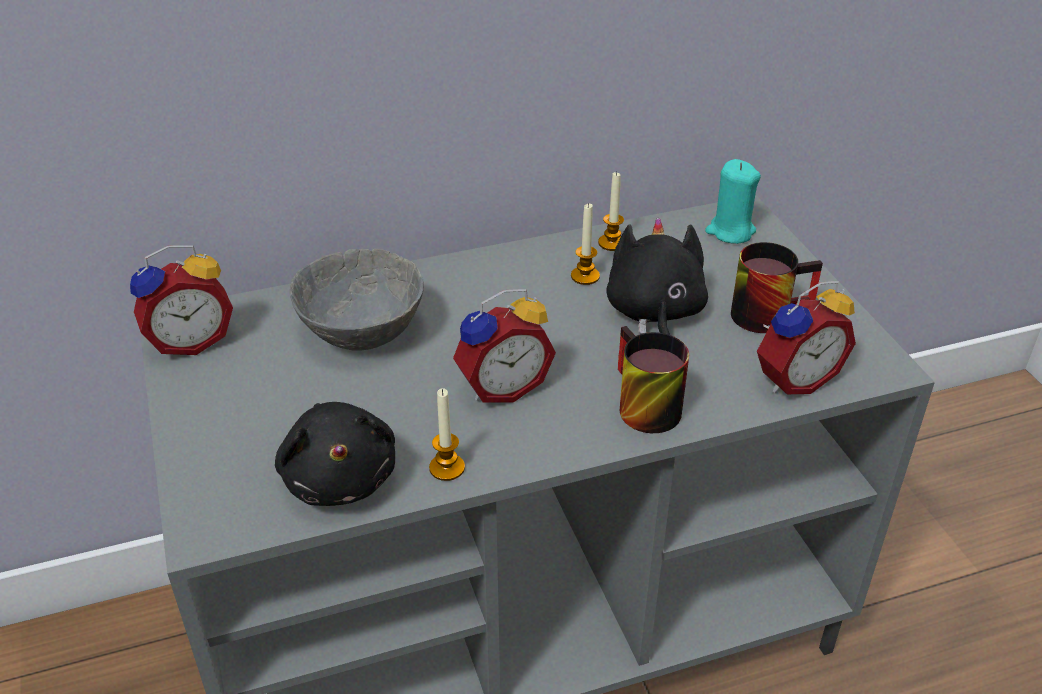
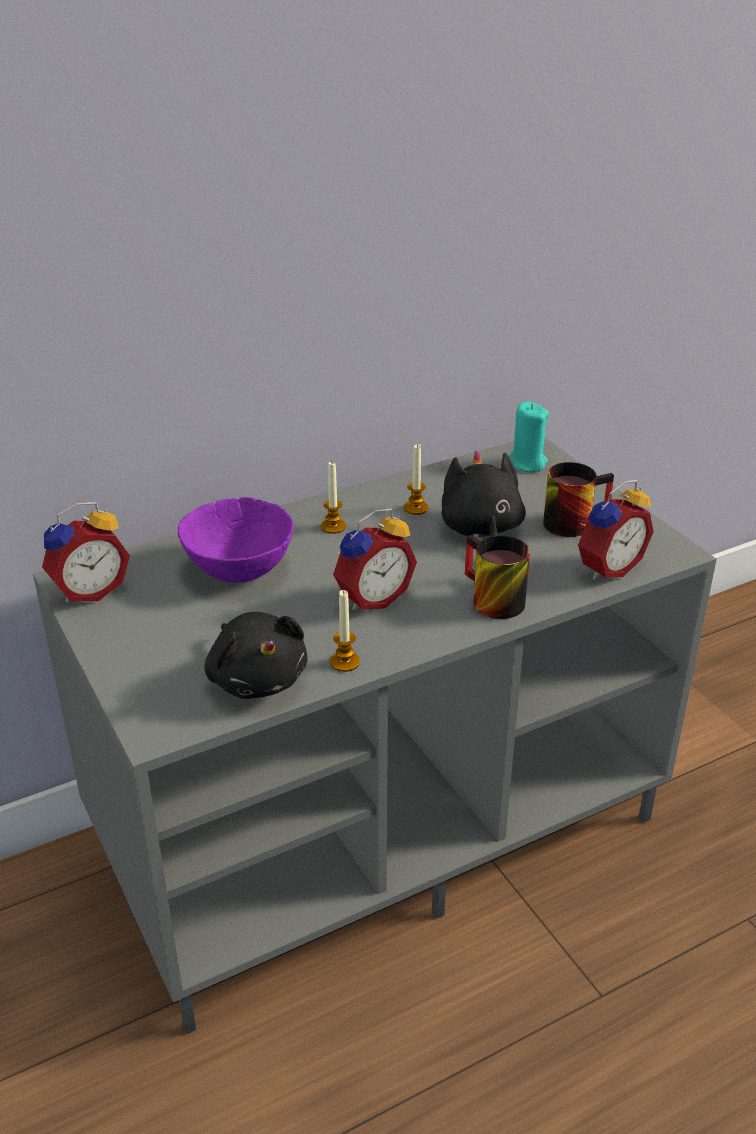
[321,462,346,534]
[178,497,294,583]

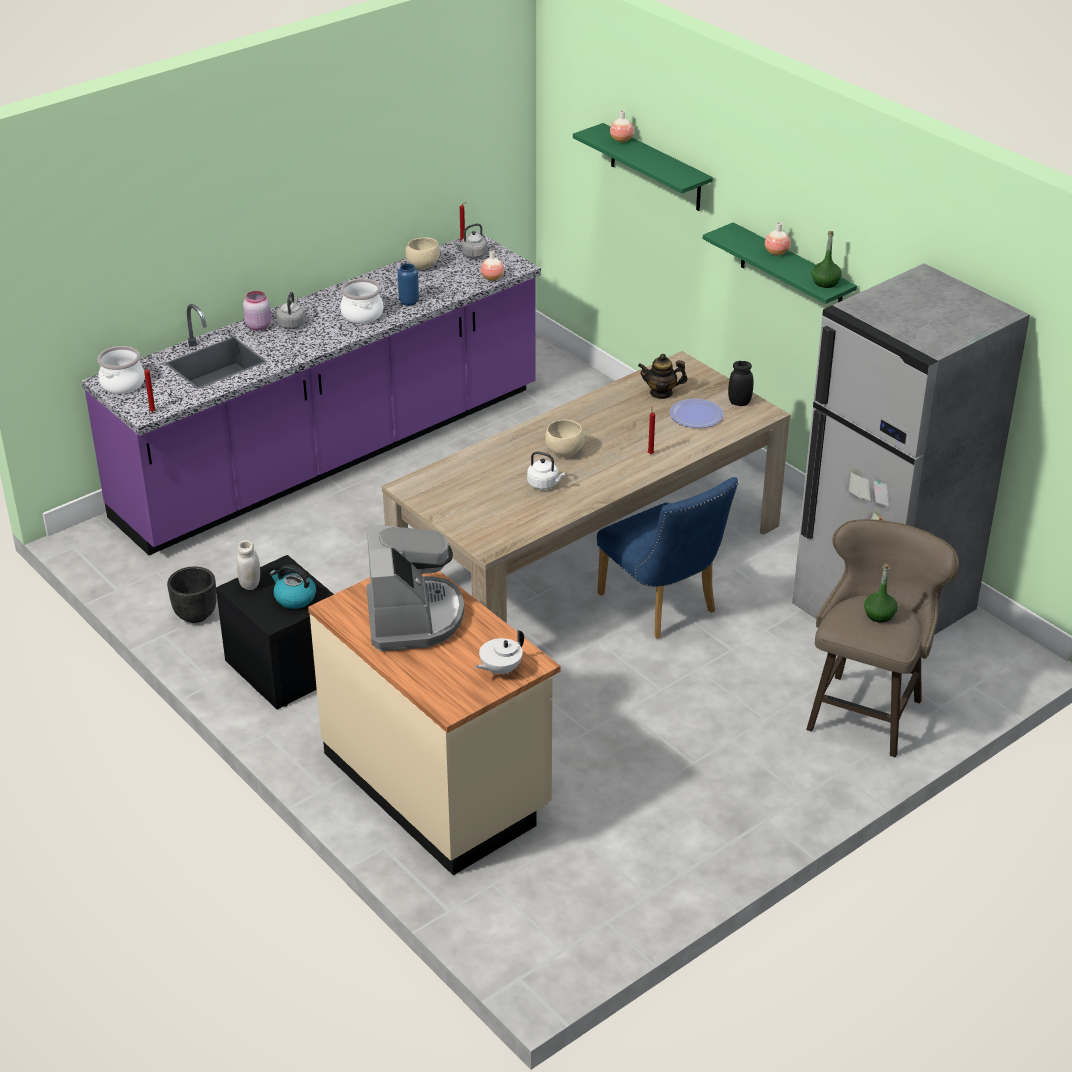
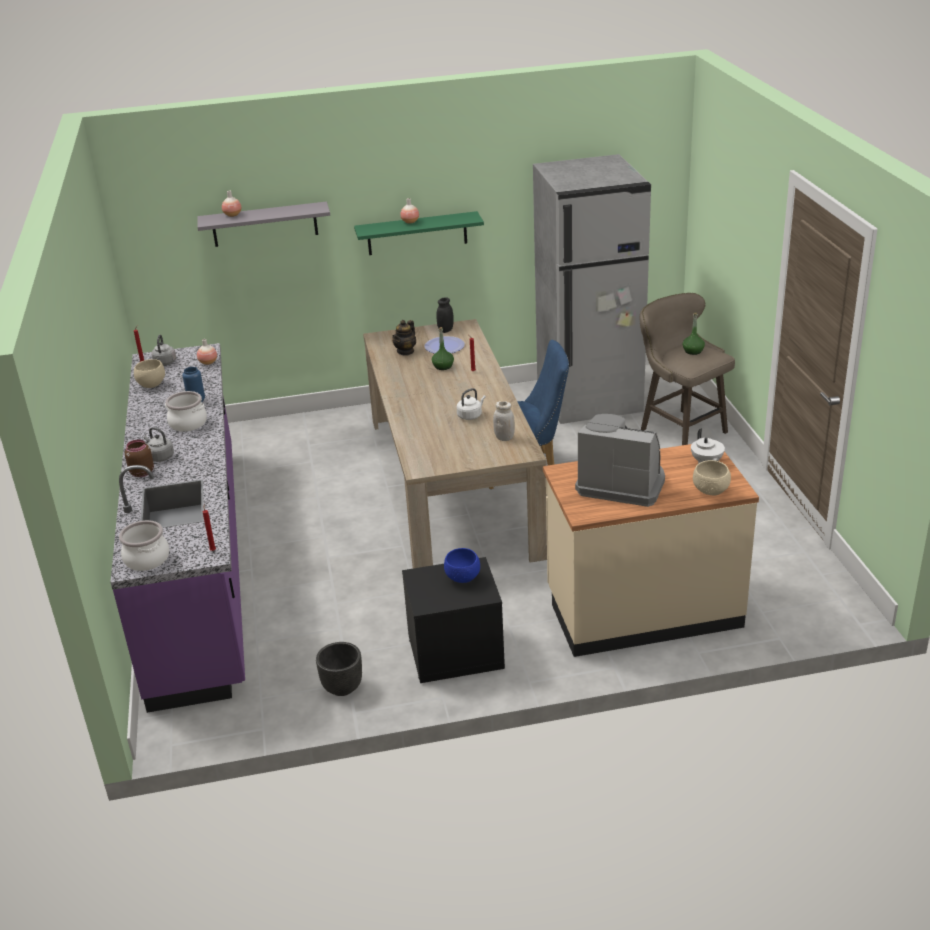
[197,201,330,247]
[432,327,454,370]
[125,439,154,477]
[693,460,731,495]
[493,401,515,441]
[444,548,480,583]

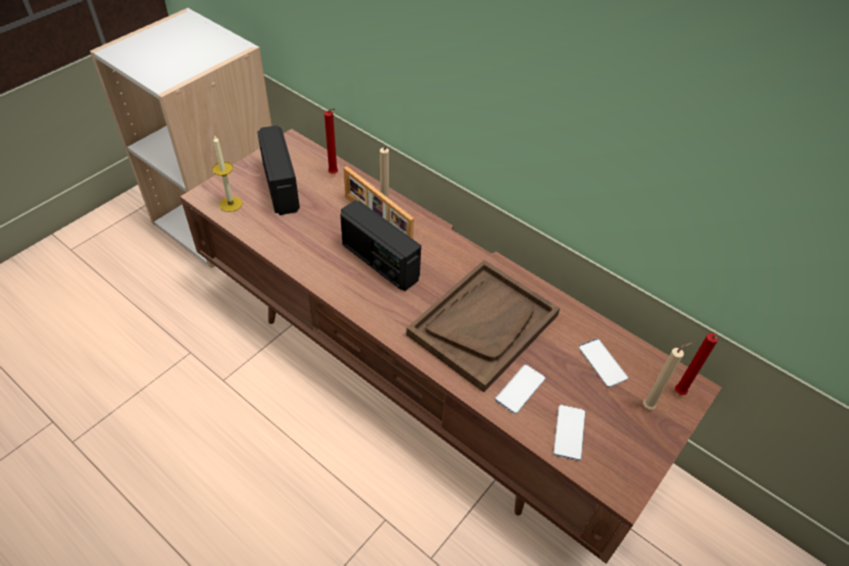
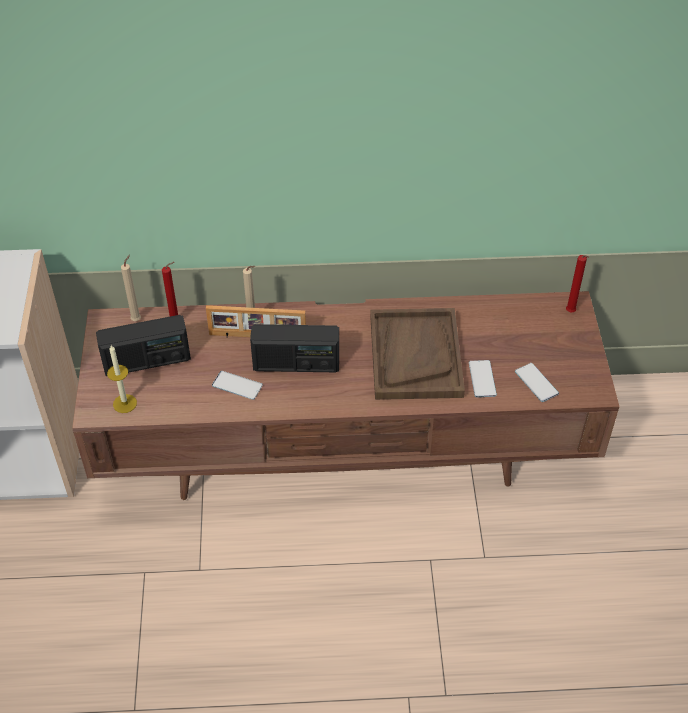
[96,315,191,376]
[212,371,263,400]
[121,255,141,321]

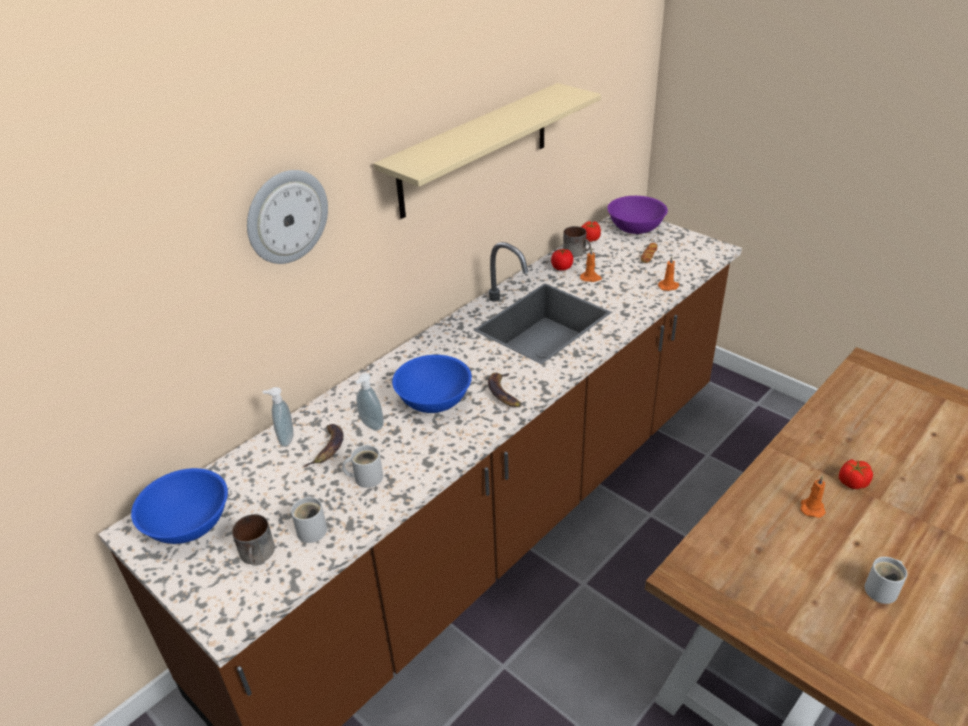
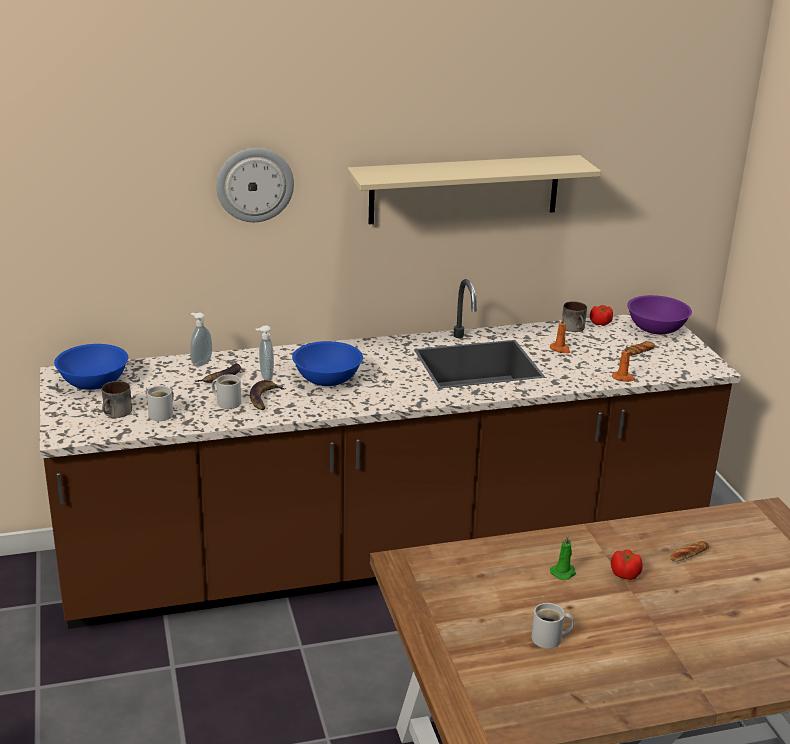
[551,249,573,271] (first image)
[250,380,286,410]
[550,535,576,580]
[670,541,709,562]

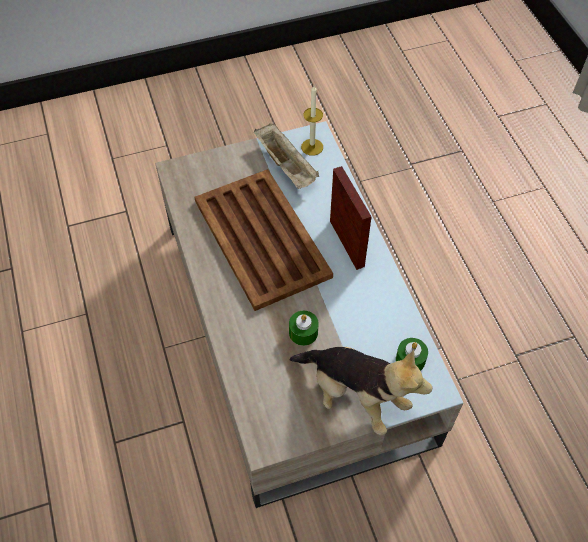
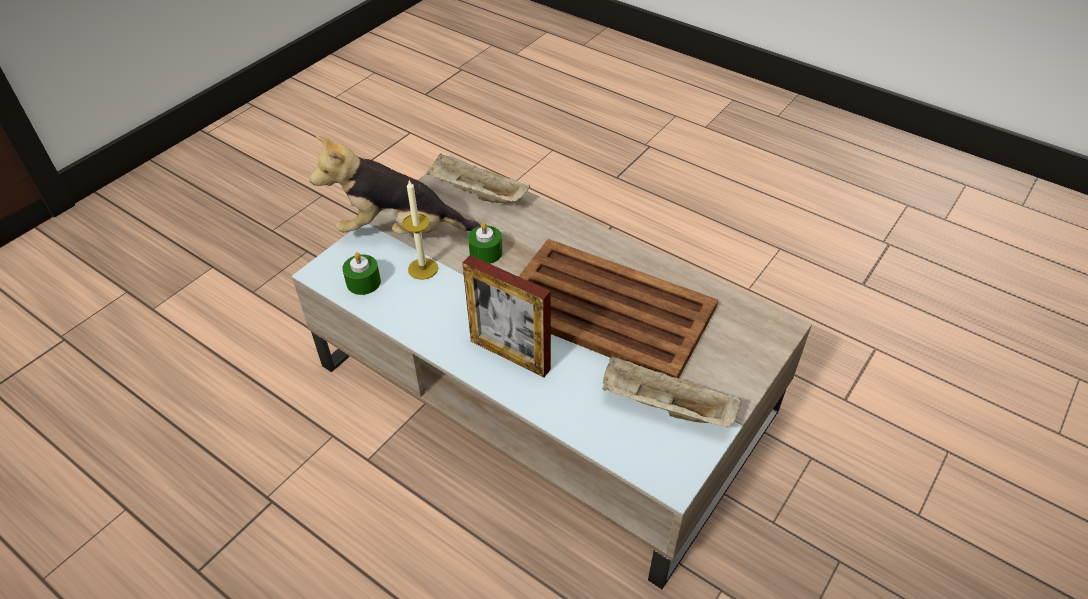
[402,180,438,280]
[426,153,530,203]

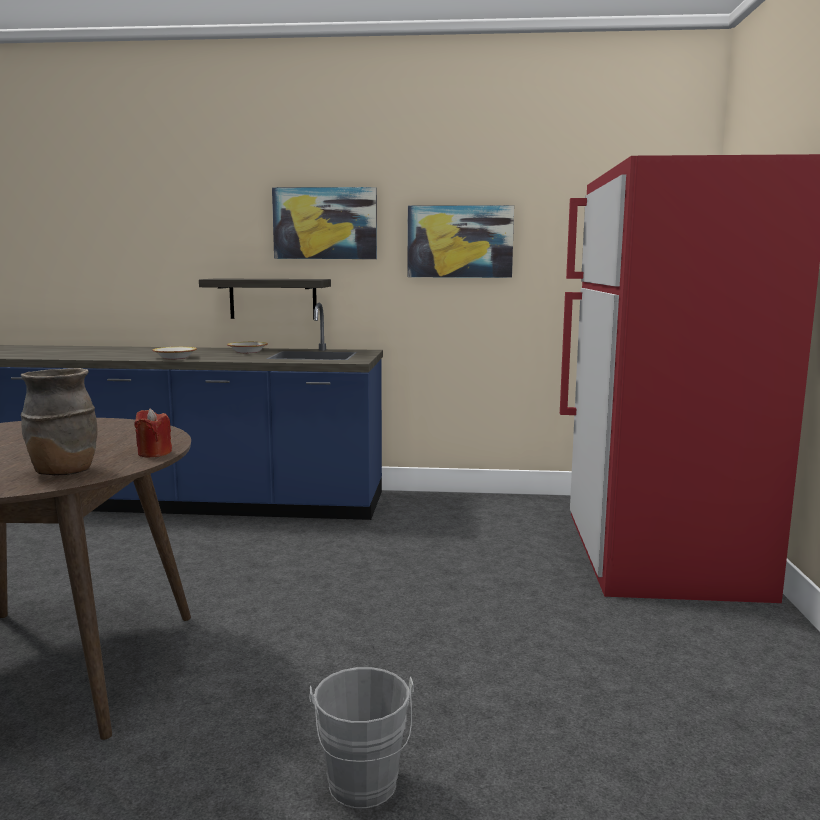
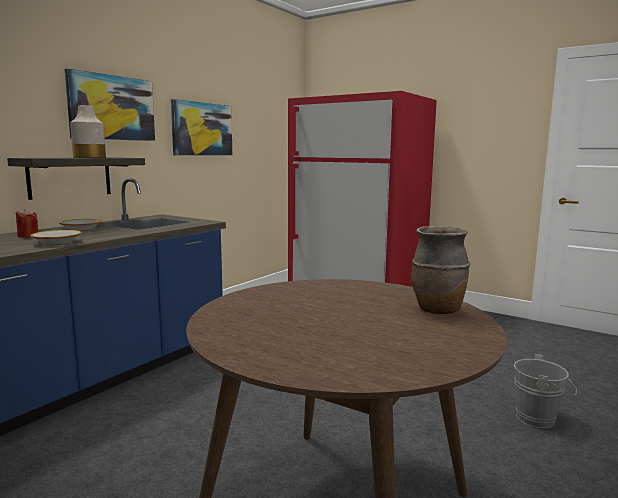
[16,209,38,238]
[70,105,106,158]

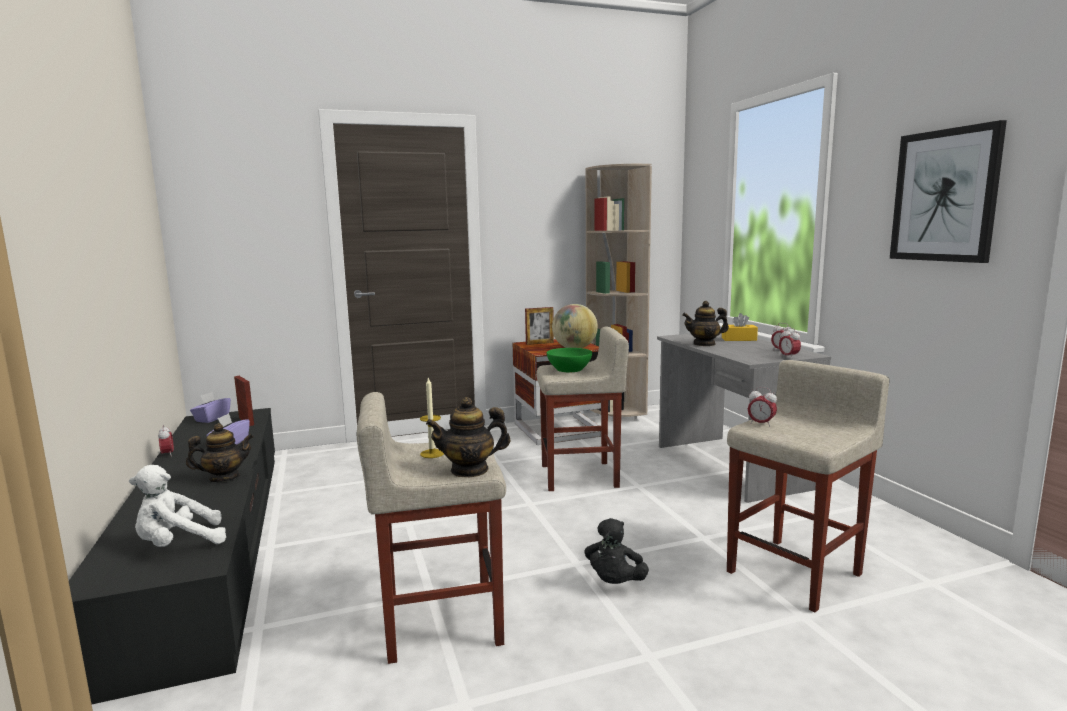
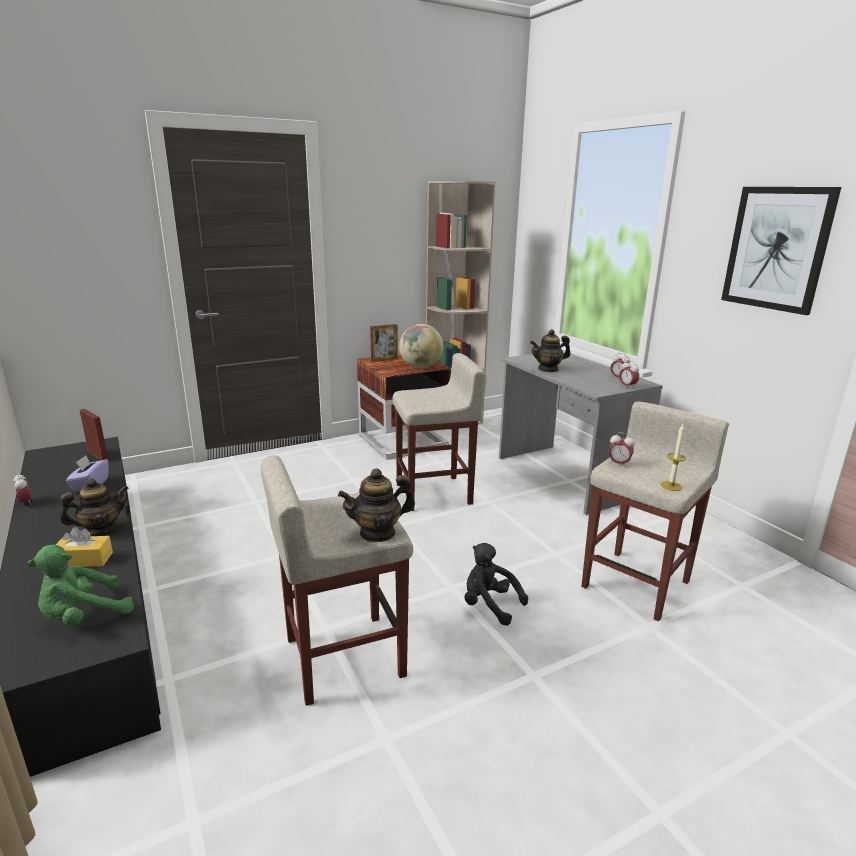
[56,527,113,567]
[547,348,592,372] (first image)
[660,424,686,491]
[190,392,231,423] (first image)
[27,545,134,626]
[464,543,528,626]

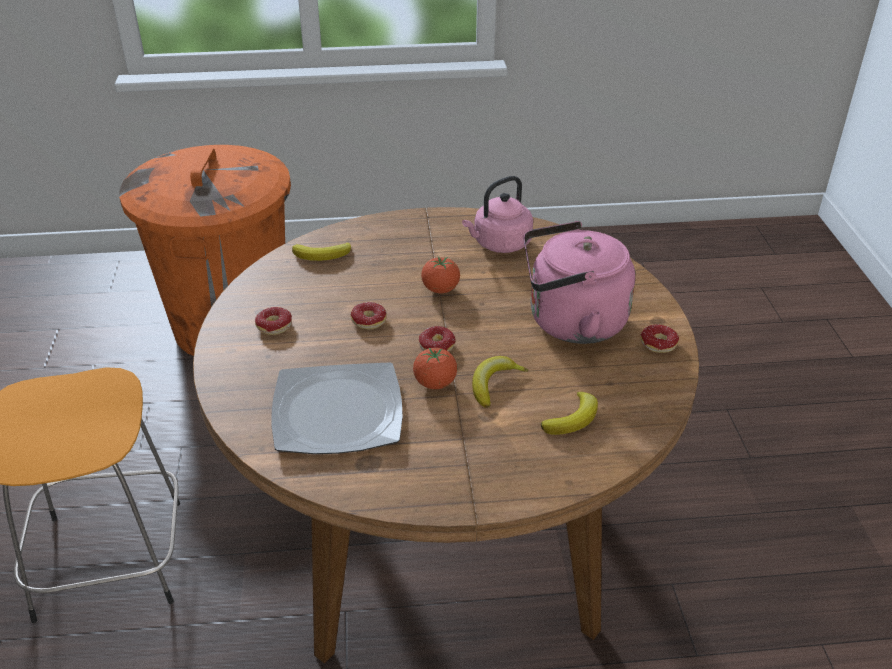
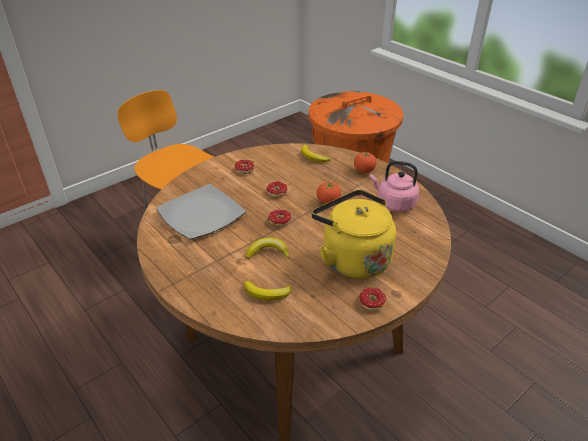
[311,190,396,279]
[354,152,377,173]

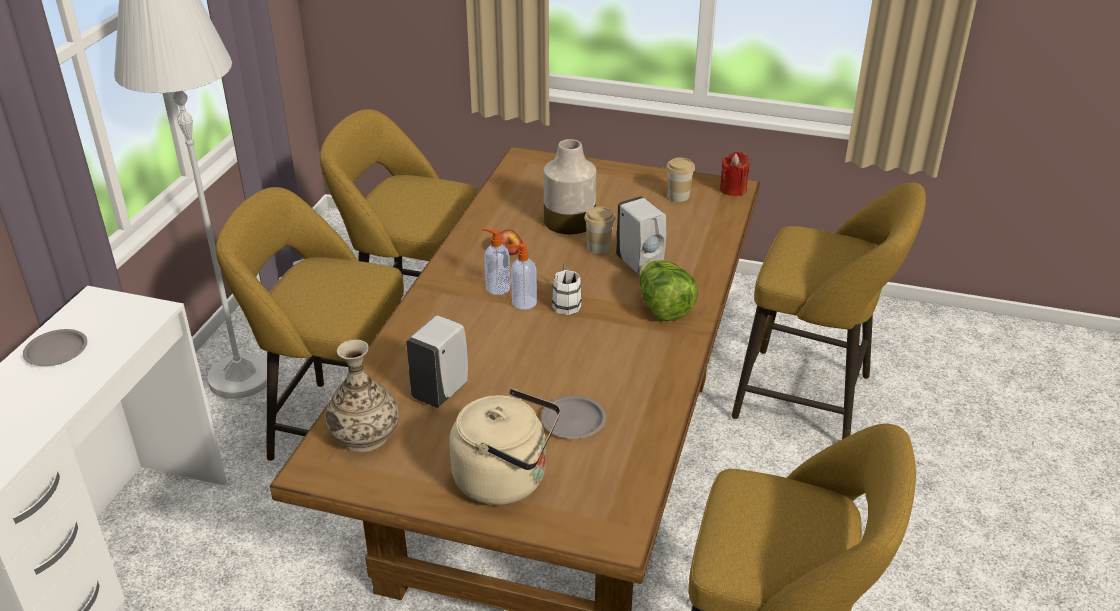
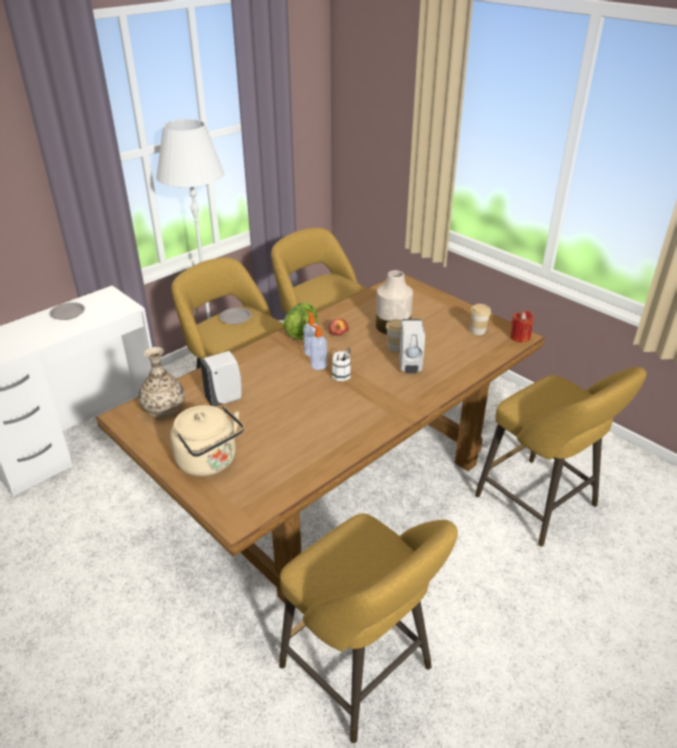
[284,302,317,340]
[219,308,252,324]

